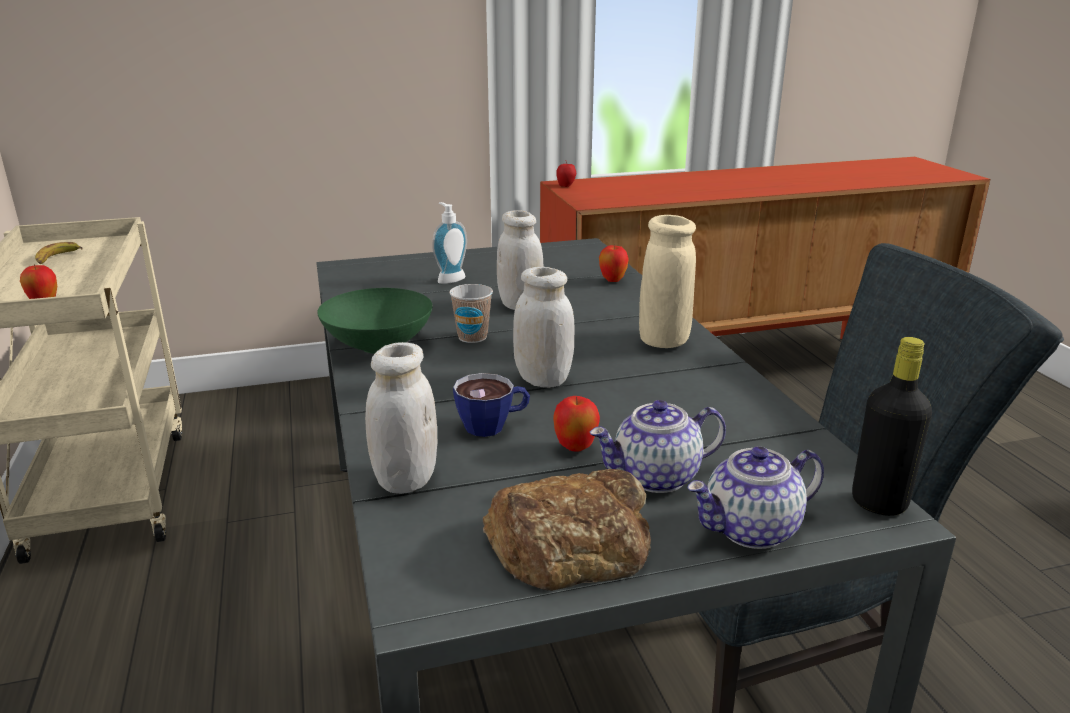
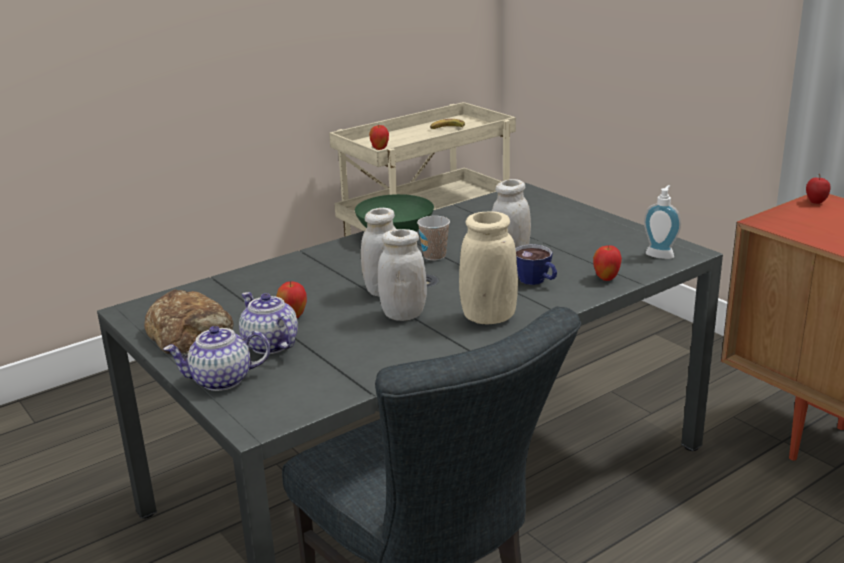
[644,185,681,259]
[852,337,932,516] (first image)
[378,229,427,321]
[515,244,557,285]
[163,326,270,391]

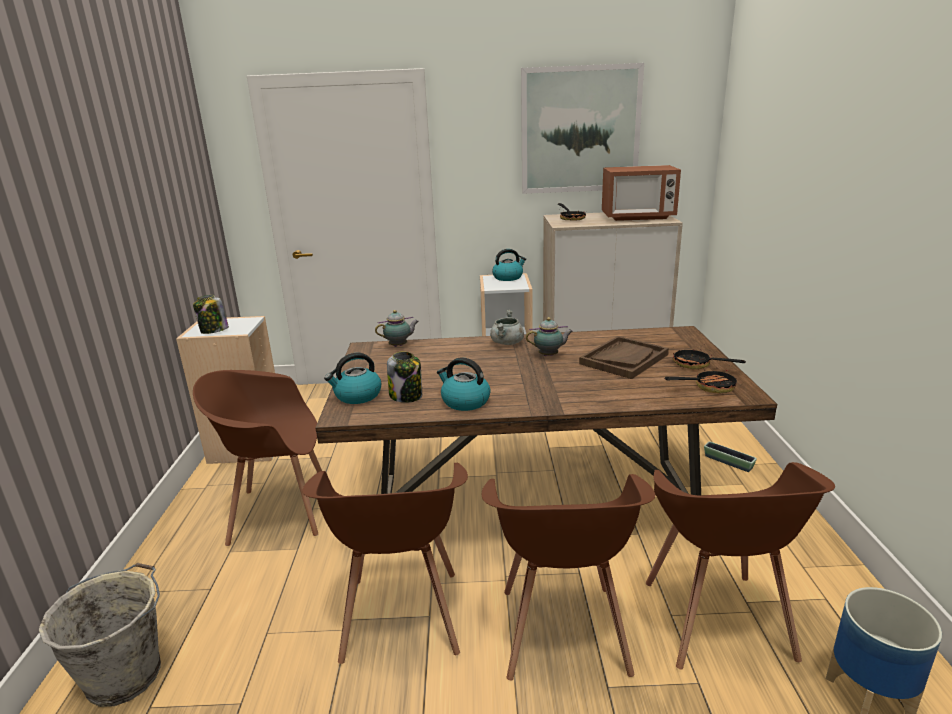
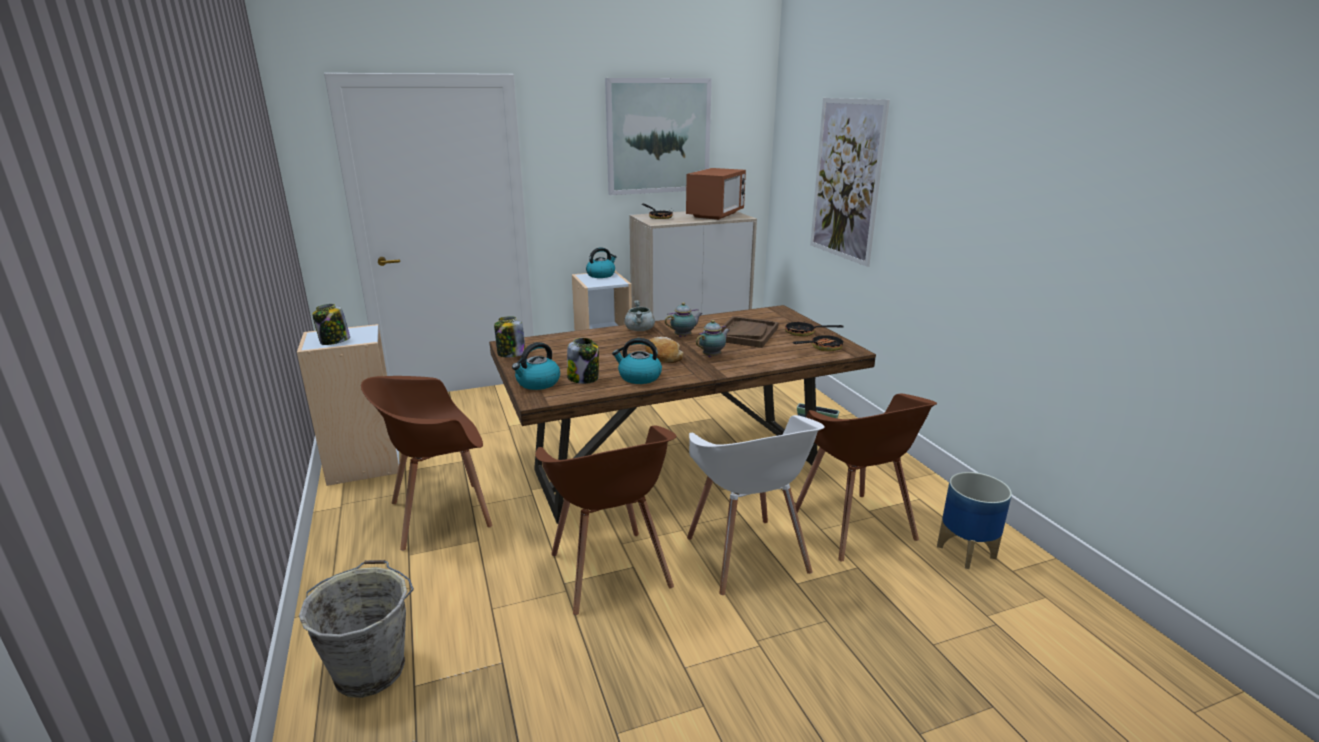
[686,168,746,220]
[696,320,729,357]
[687,415,824,595]
[810,98,890,267]
[494,316,526,357]
[645,337,684,363]

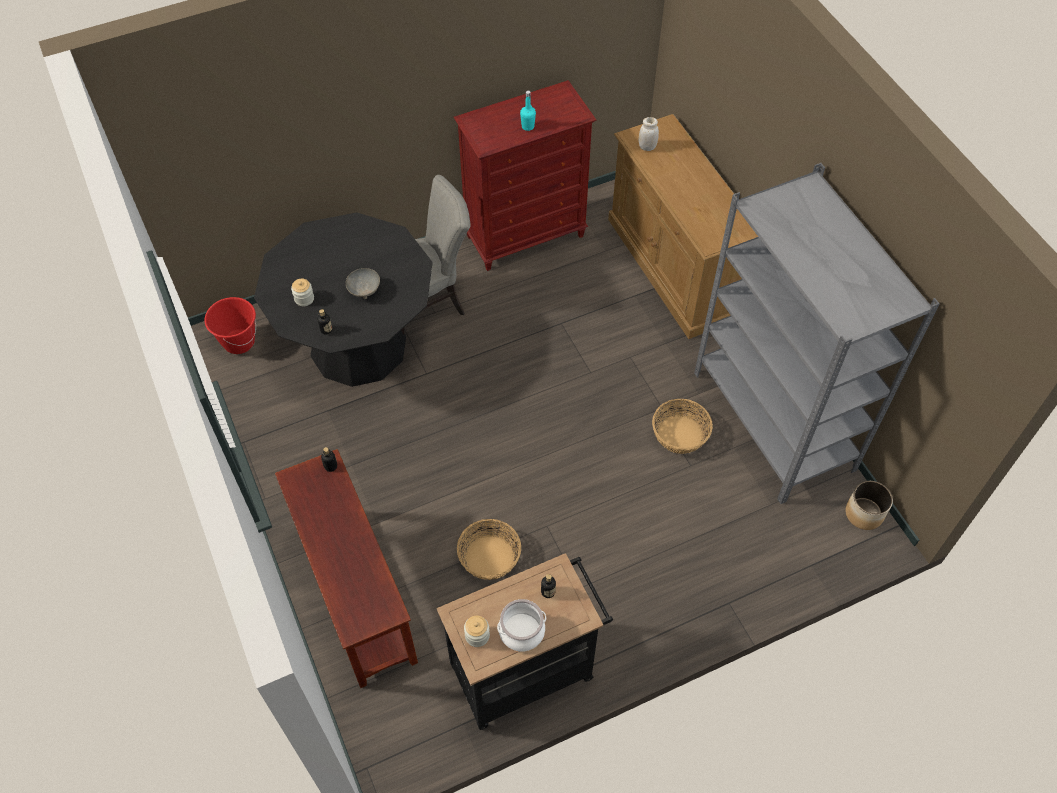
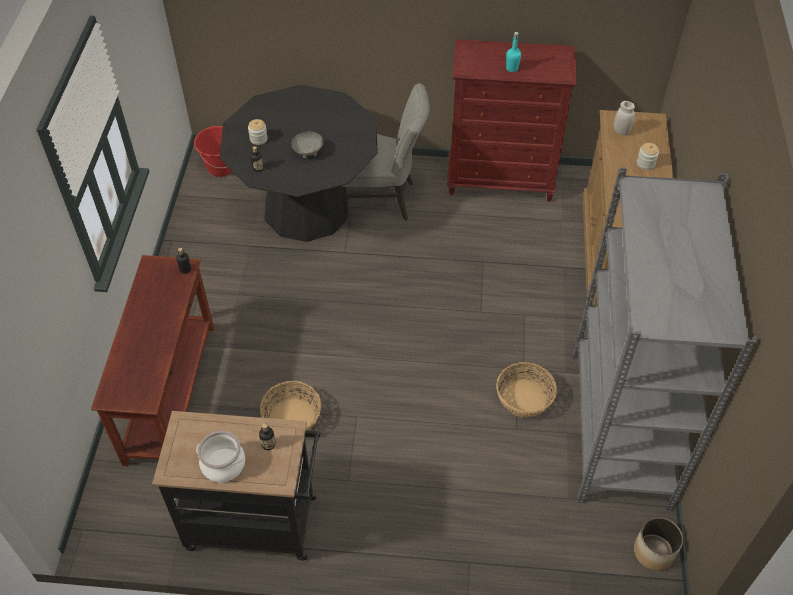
[637,143,659,170]

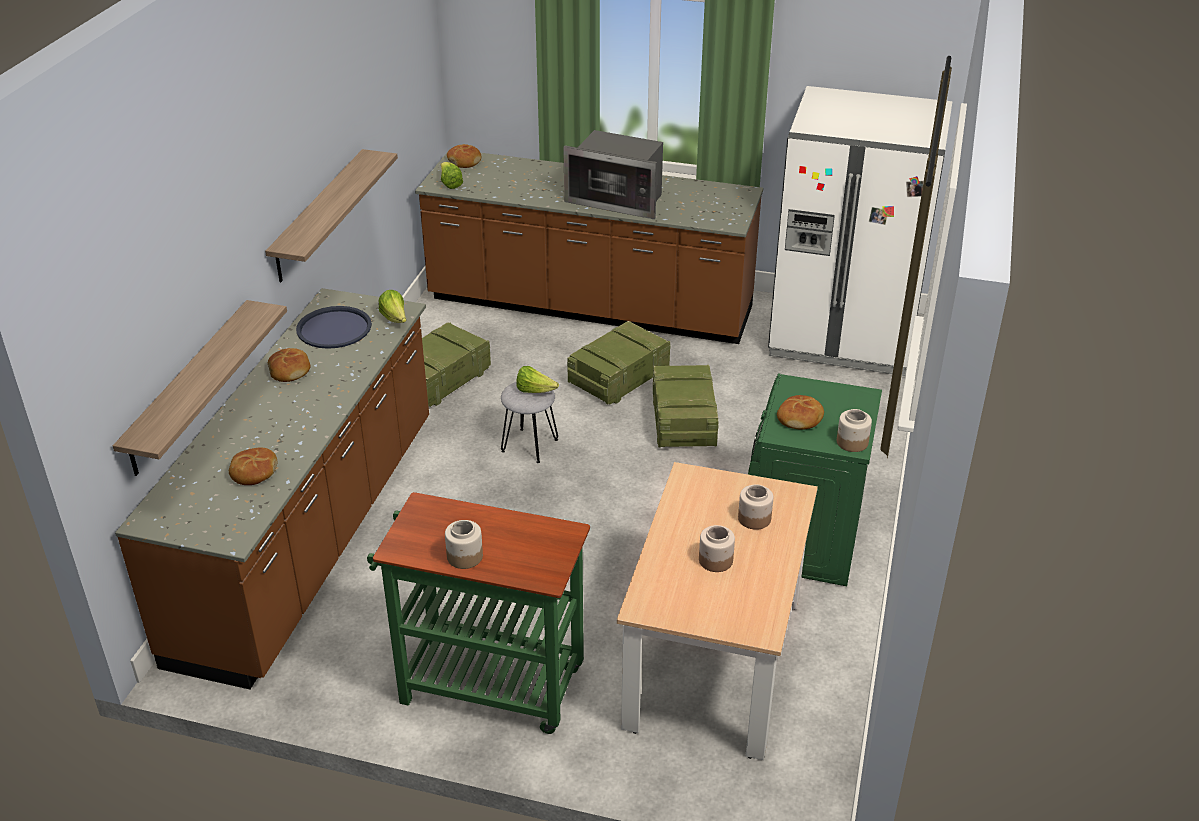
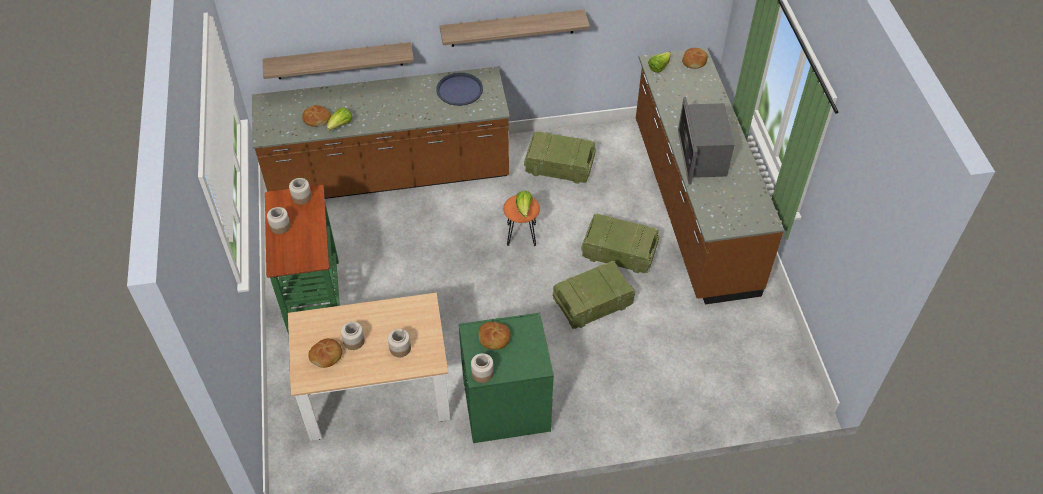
[768,86,952,376] (first image)
[327,107,352,131]
[308,338,342,368]
[503,195,540,246]
[289,178,312,205]

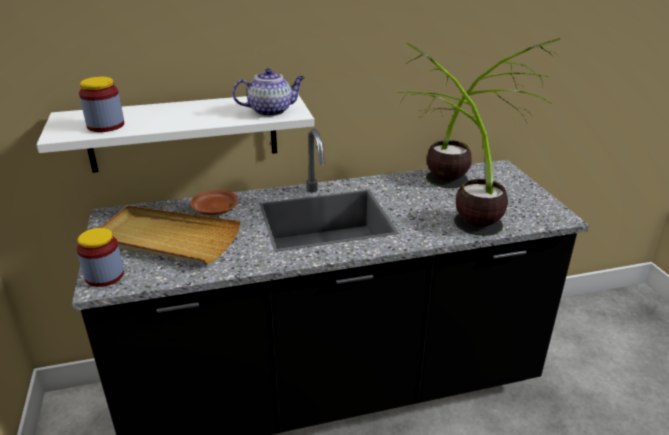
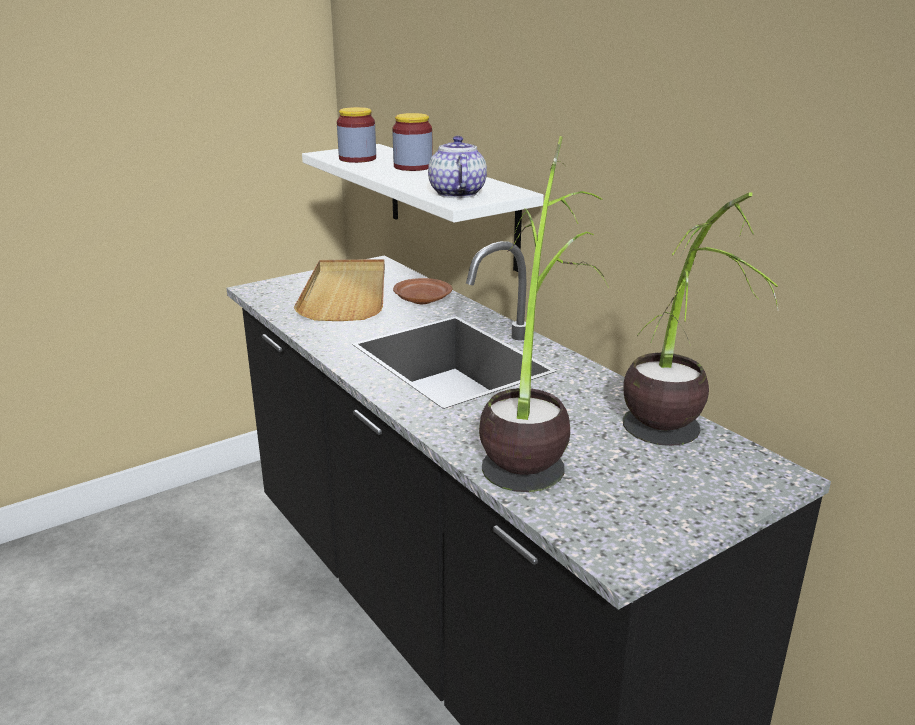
[428,136,487,198]
[392,113,433,171]

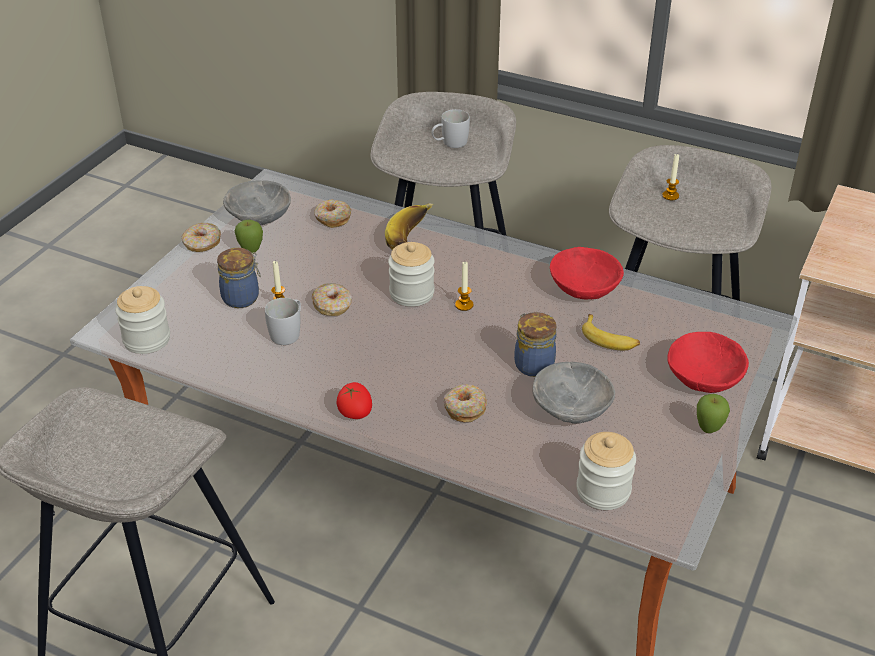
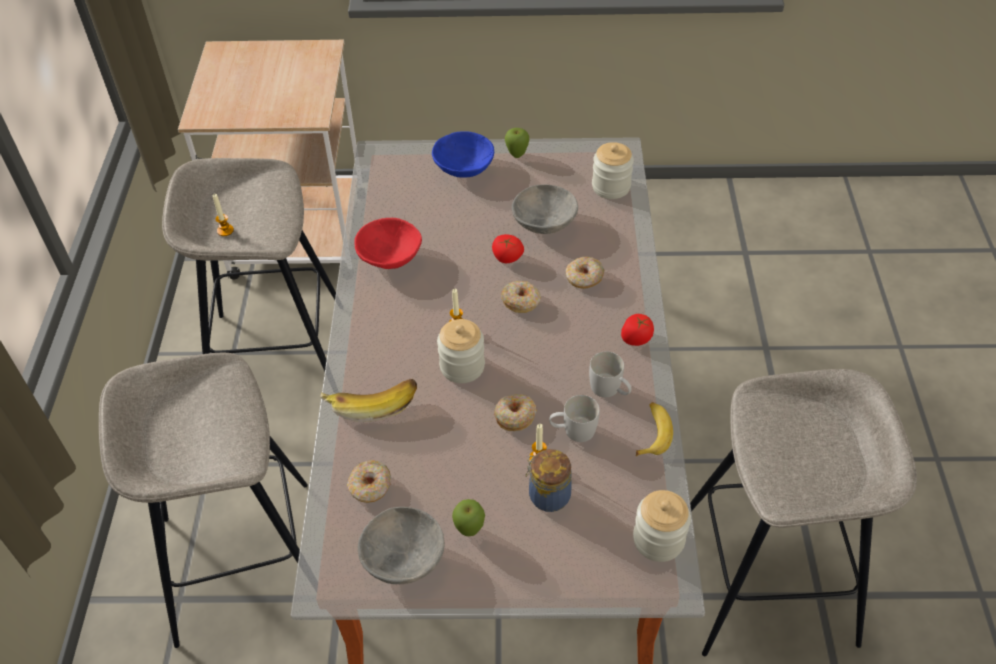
[589,351,631,397]
[501,281,541,313]
[492,234,524,263]
[636,402,673,456]
[432,131,494,178]

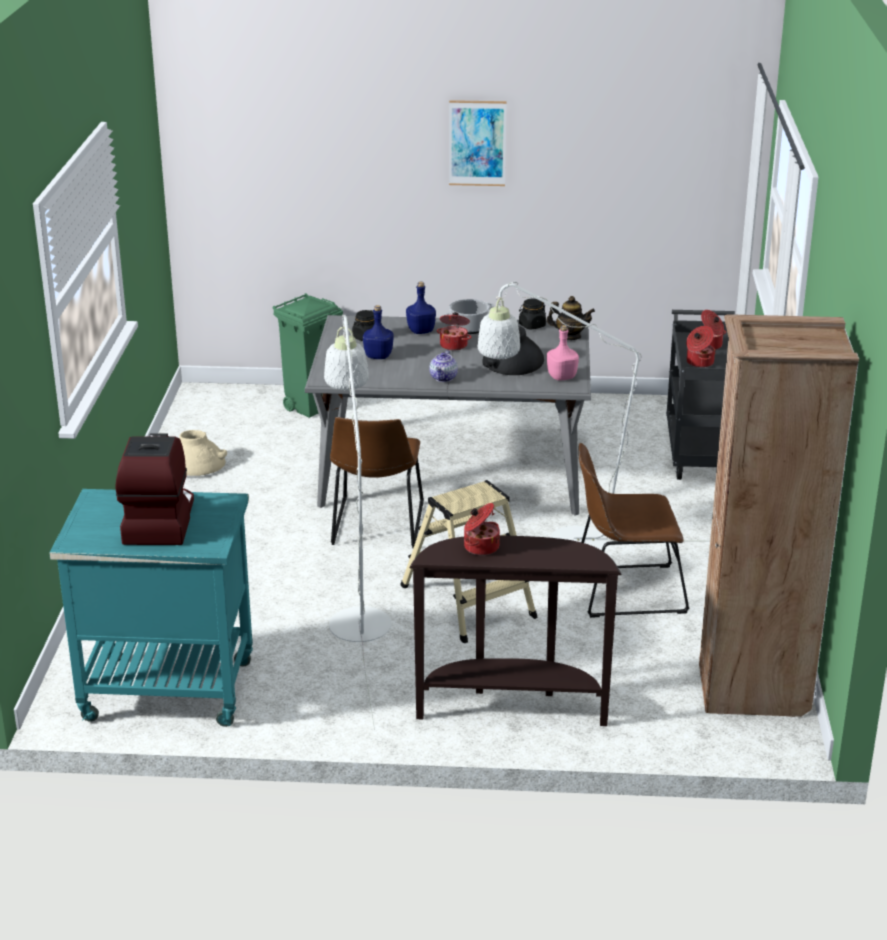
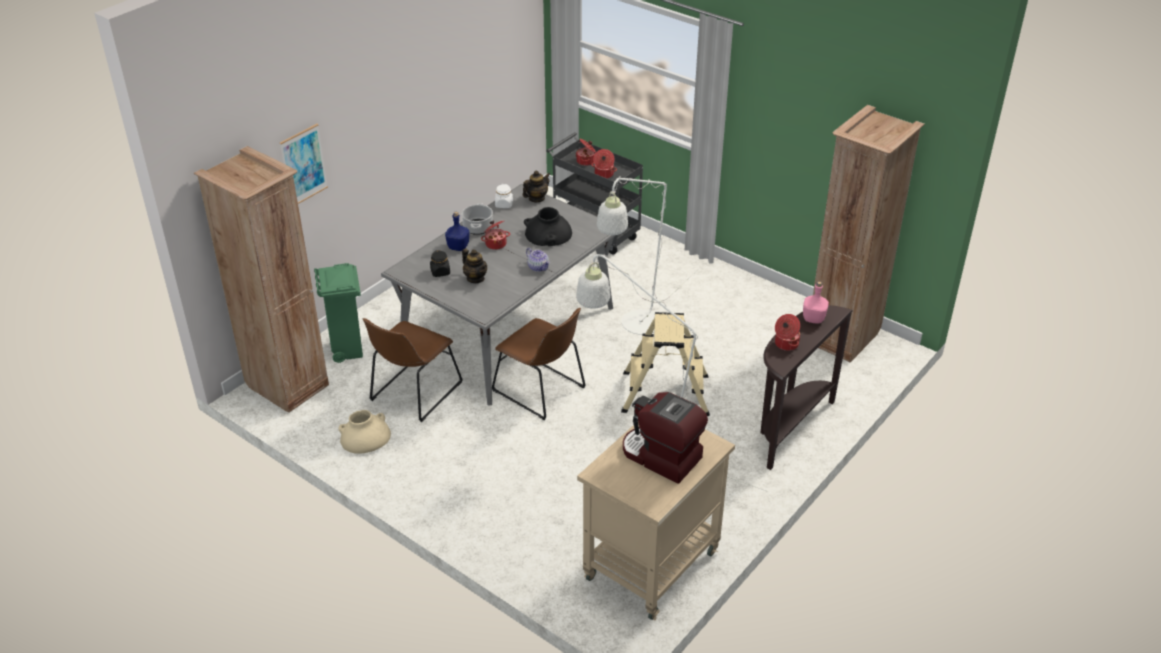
[280,124,328,204]
[495,184,513,208]
[462,249,487,283]
[803,281,829,324]
[363,318,462,422]
[577,423,735,621]
[194,146,329,413]

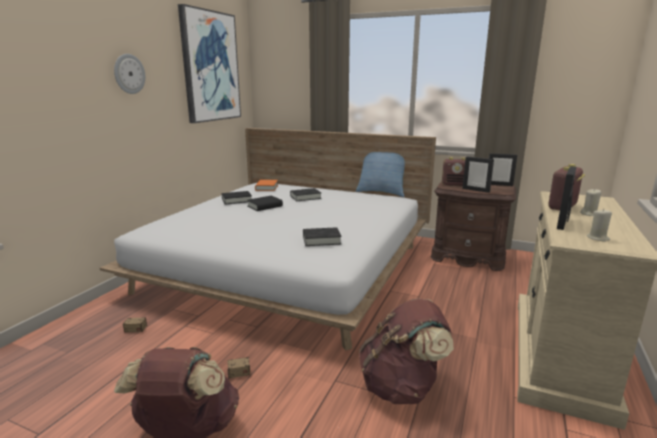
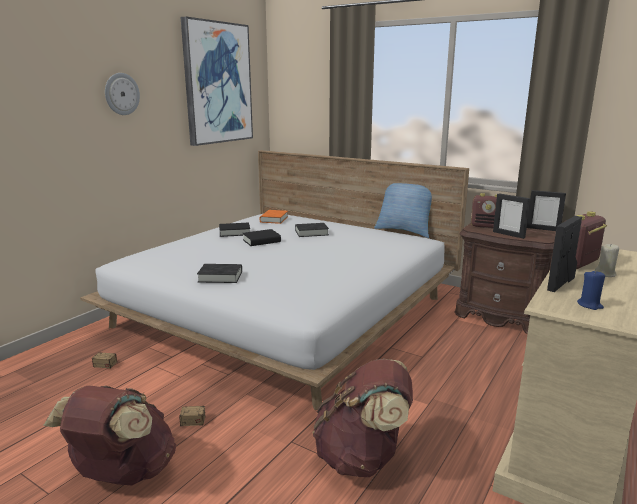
[577,271,605,310]
[197,264,242,283]

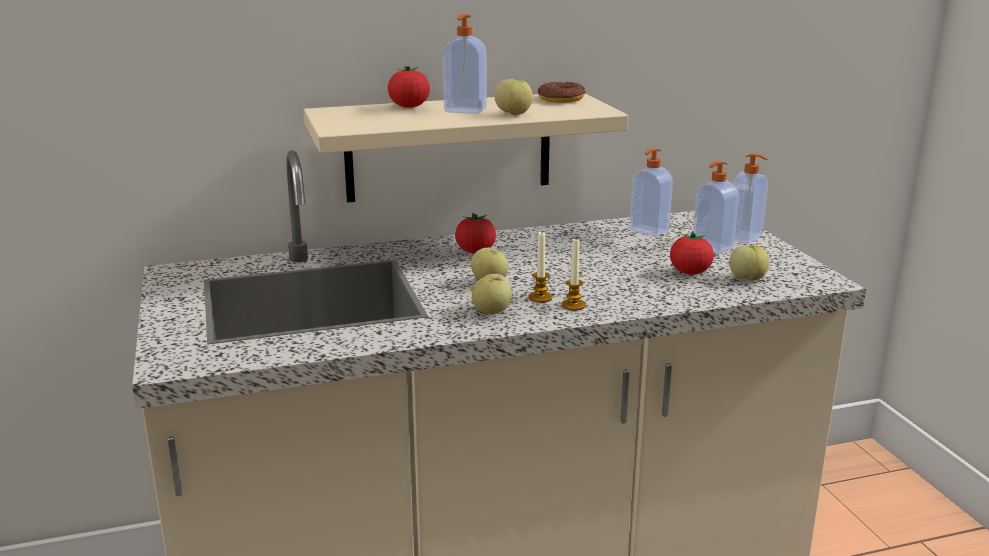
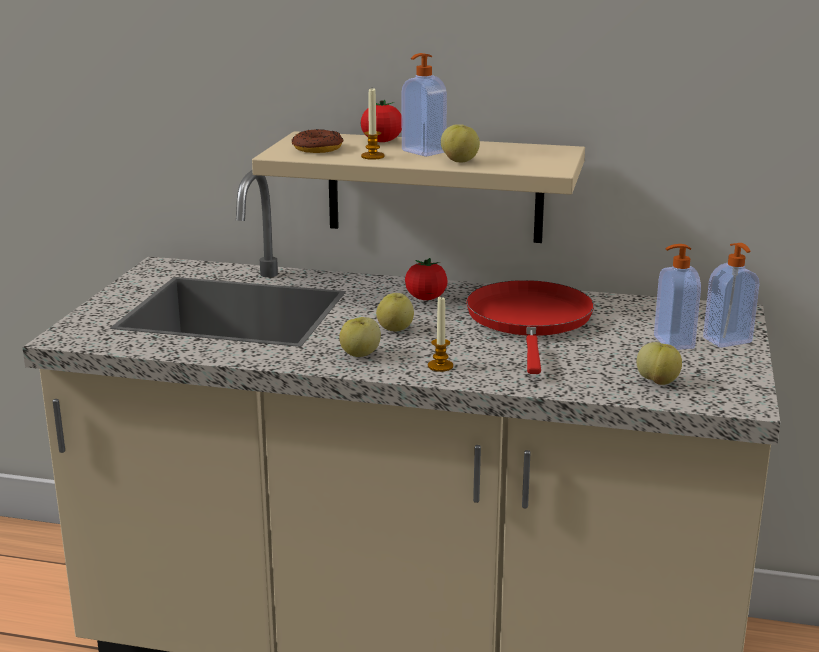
[292,129,343,153]
[629,148,673,237] (first image)
[670,231,714,275] (first image)
[361,88,385,160]
[466,280,594,374]

